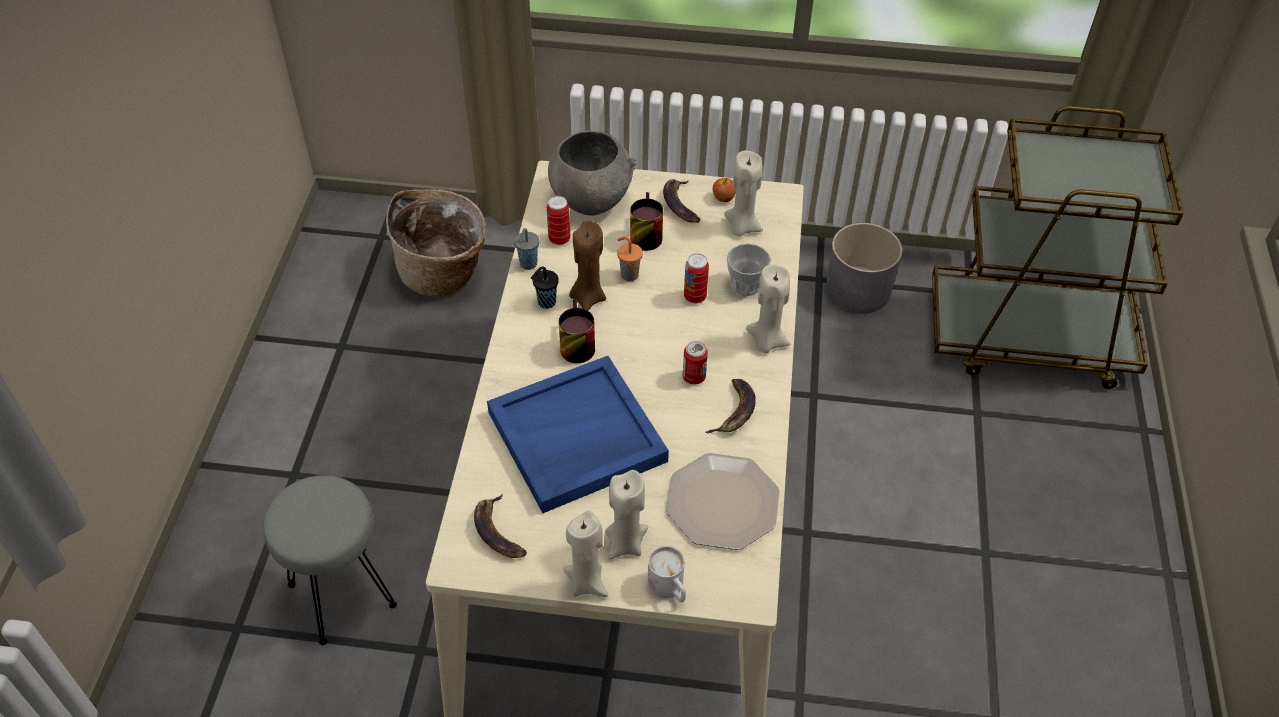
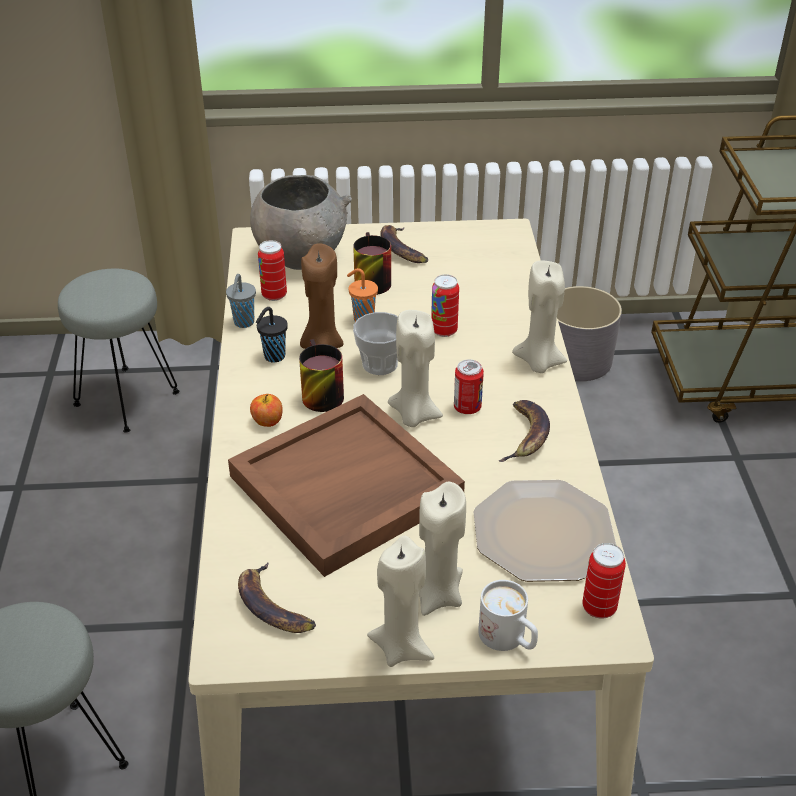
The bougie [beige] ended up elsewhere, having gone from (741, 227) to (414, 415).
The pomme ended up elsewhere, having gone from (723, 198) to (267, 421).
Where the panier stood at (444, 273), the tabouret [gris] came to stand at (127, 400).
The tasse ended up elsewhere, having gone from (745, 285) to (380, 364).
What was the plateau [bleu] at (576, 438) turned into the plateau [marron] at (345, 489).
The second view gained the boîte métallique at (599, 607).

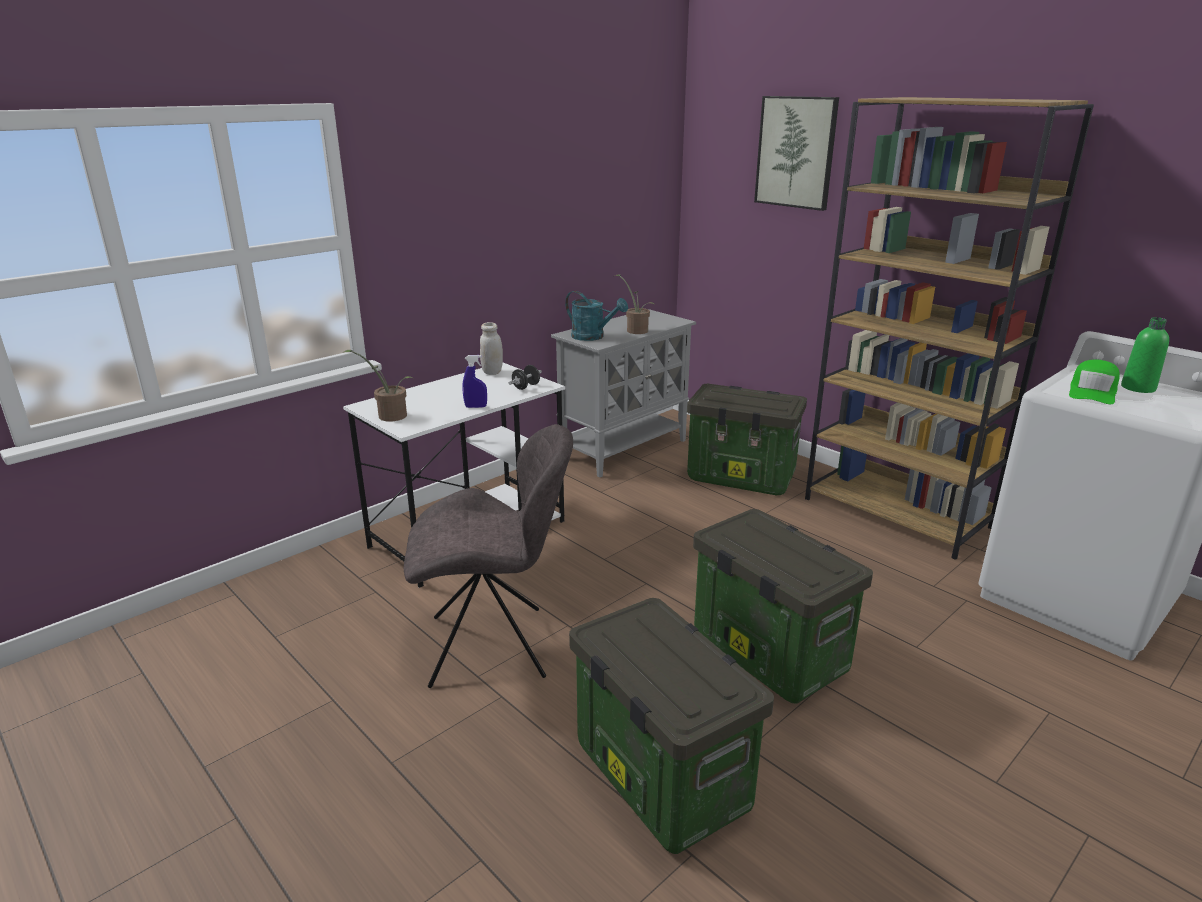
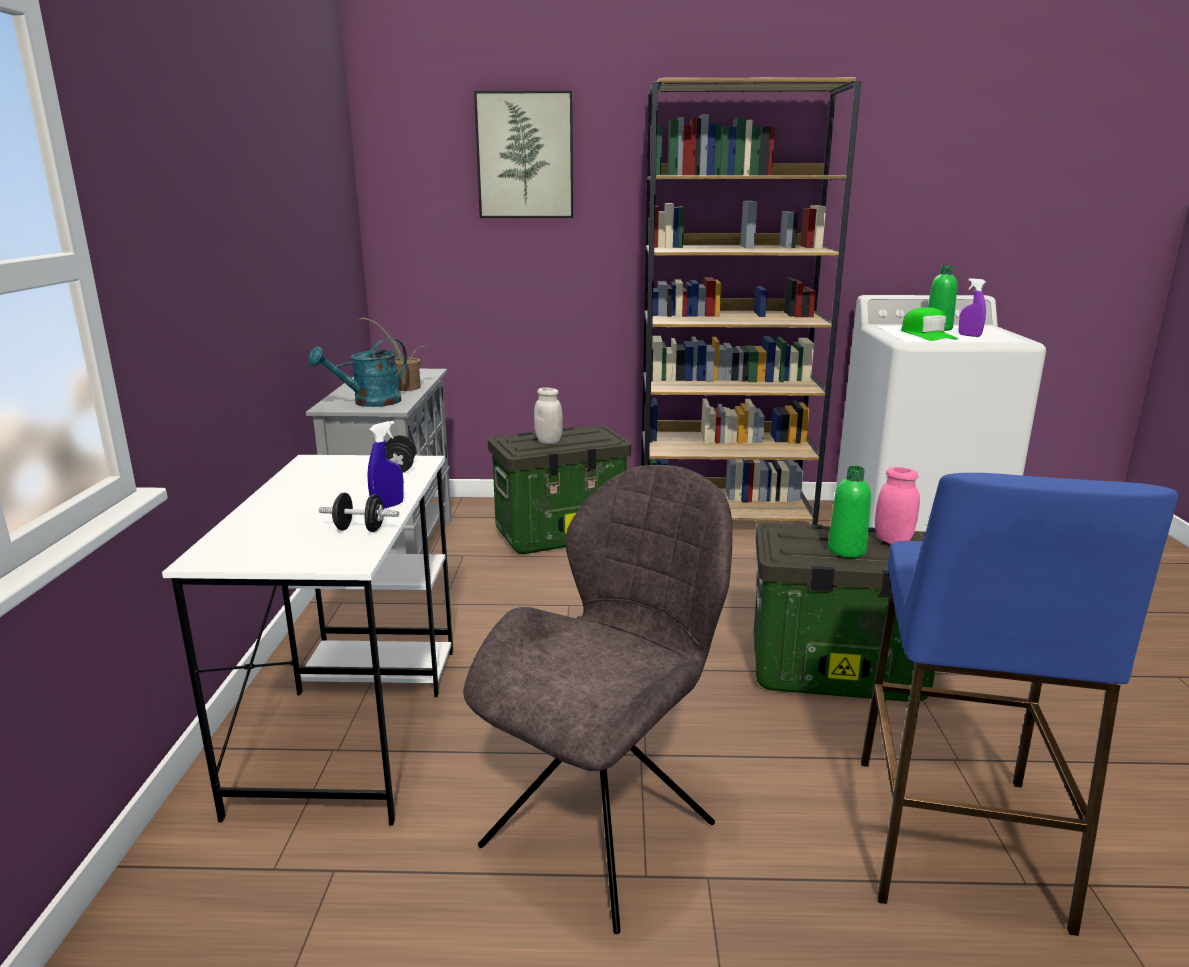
The arrosoir [turquoise] at (593, 337) ended up facing another way, 150 degrees clockwise from before.
The bocal [blanc] ended up elsewhere, having gone from (492, 372) to (548, 441).
The second view lost the plante en pot at (388, 415).
Where the boîte de rangement stood at (658, 776), the tabouret [bleu] came to stand at (955, 839).
The second view gained the vaporisateur [violet] at (969, 335).
The second view gained the bouteille [vert] at (846, 550).
The second view gained the bocal [rose] at (893, 540).
The second view gained the haltère [noir] at (360, 529).

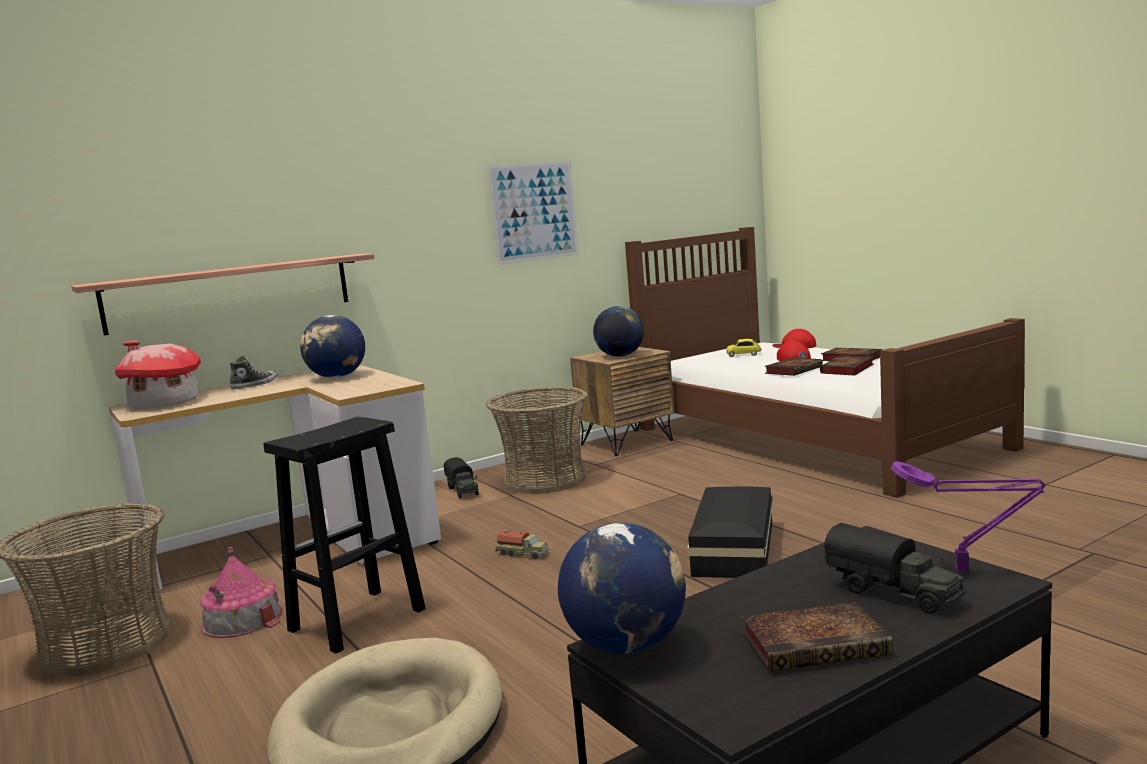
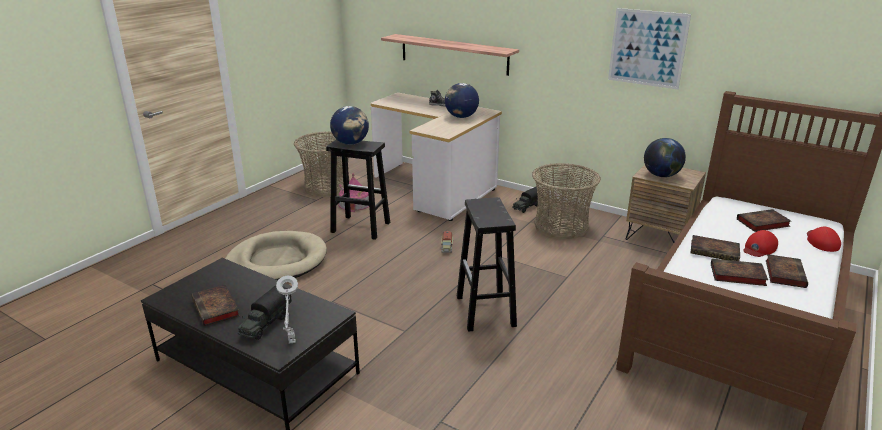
Where the petite voiture stood at (744, 355), the livre came to stand at (762, 223).
The second view lost the maison miniature at (163, 404).
What was the lampe de table [violet] at (966, 571) turned into the lampe de table [gris] at (292, 343).
Where the boîte de rangement [noir] stood at (736, 547), the tabouret [noir] came to stand at (486, 312).
The globe ended up elsewhere, having gone from (626, 645) to (351, 143).

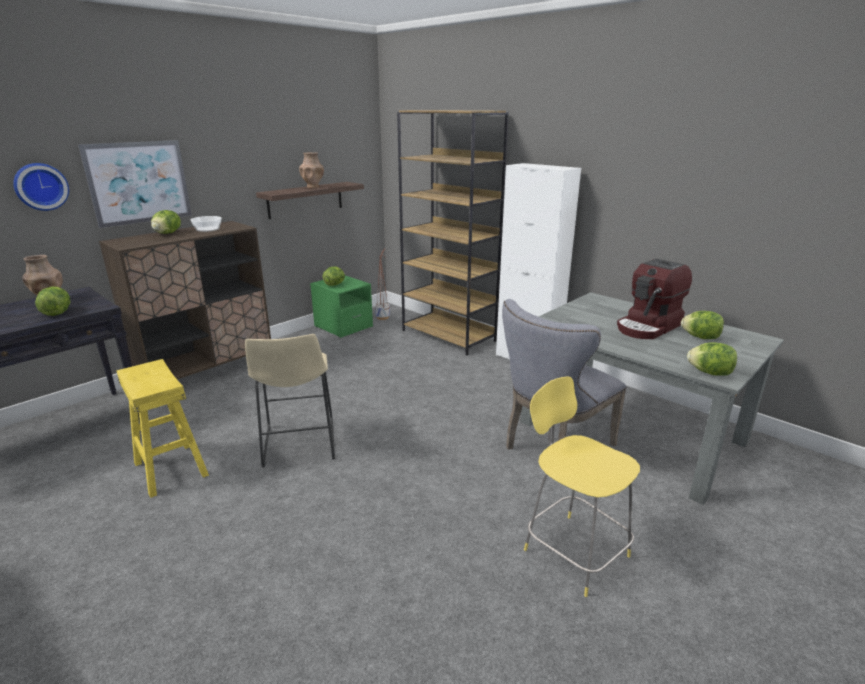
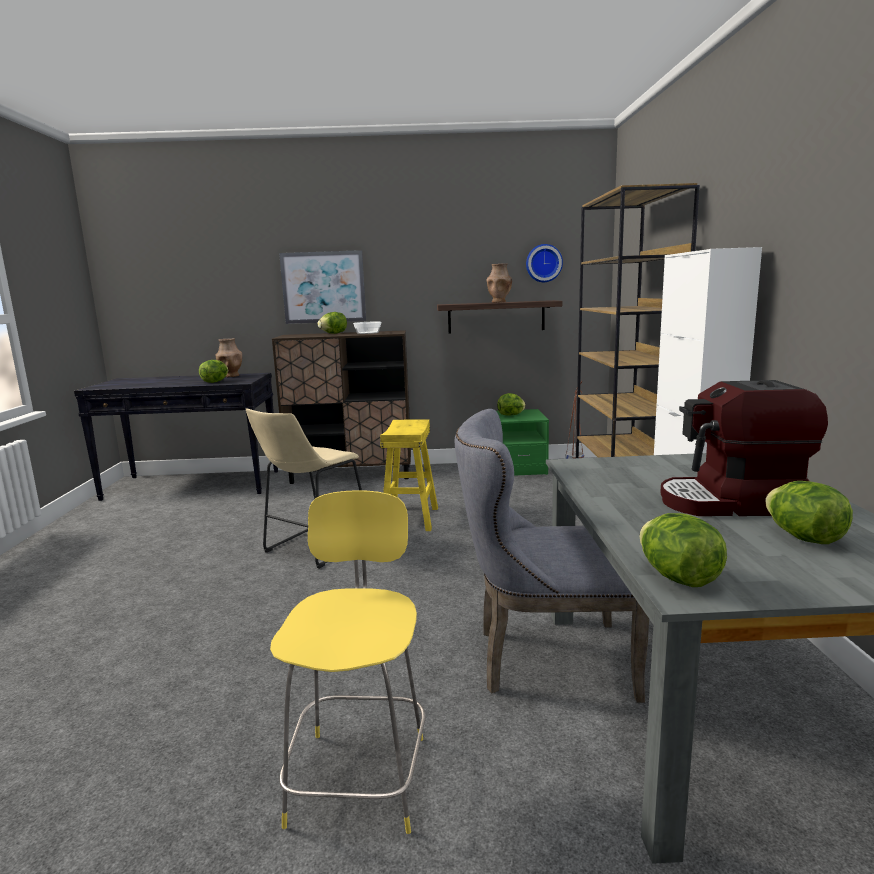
The horloge murale ended up elsewhere, having gone from (40, 186) to (543, 263).
The tabouret [jaune] ended up elsewhere, having gone from (170, 468) to (409, 518).

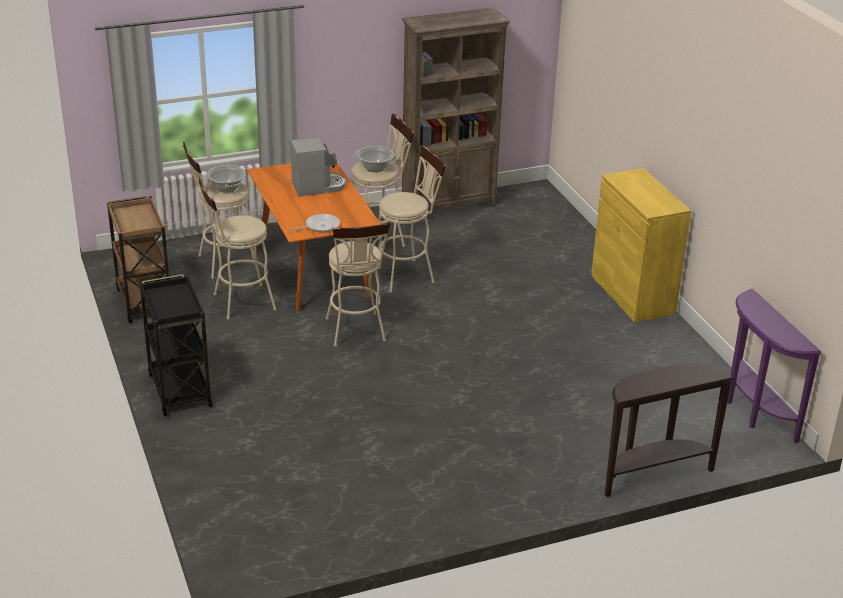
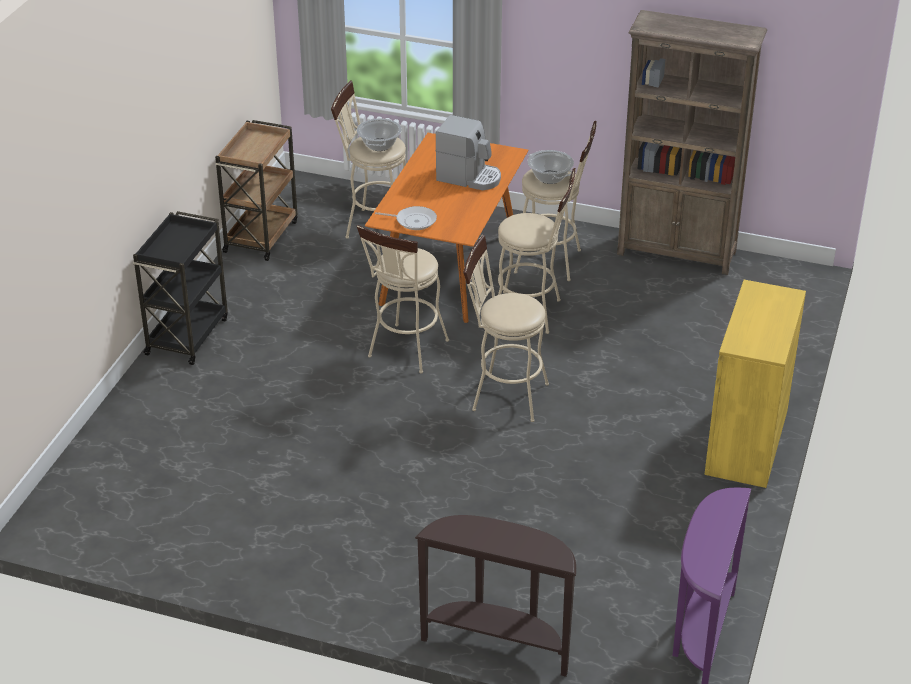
The tabouret [beige] ended up elsewhere, having gone from (239, 303) to (503, 395).

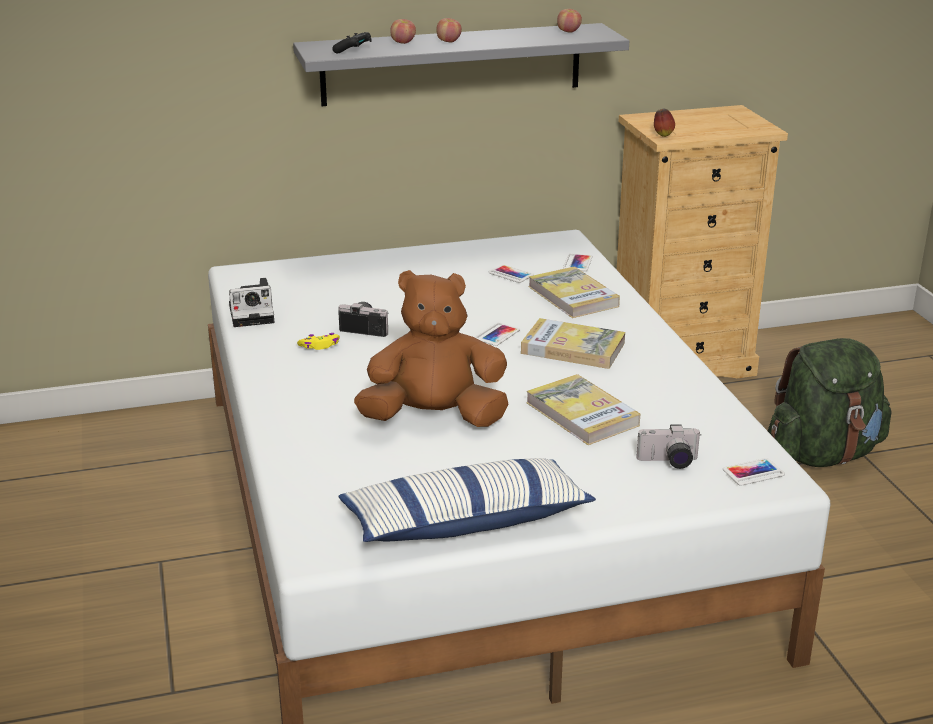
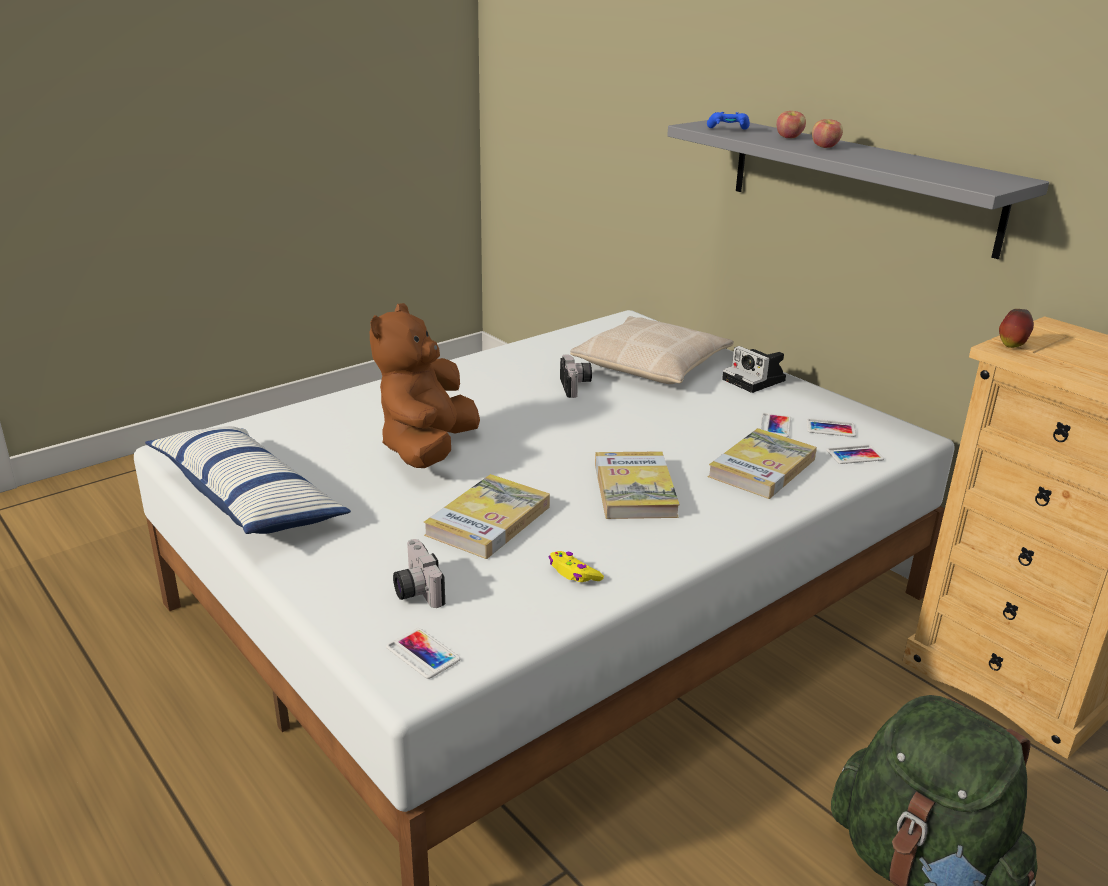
The second view lost the pomme at (569, 31).
What was the manette [noir] at (353, 51) turned into the manette [bleu] at (728, 130).
The peluche [marron] at (434, 418) ended up facing another way, 135 degrees counterclockwise from before.
The appareil photo ended up elsewhere, having gone from (254, 314) to (756, 380).
The téléphone ended up elsewhere, having gone from (497, 334) to (830, 428).
The manette [jaune] ended up elsewhere, having gone from (320, 346) to (573, 573).
The second view gained the coussin [beige] at (652, 365).

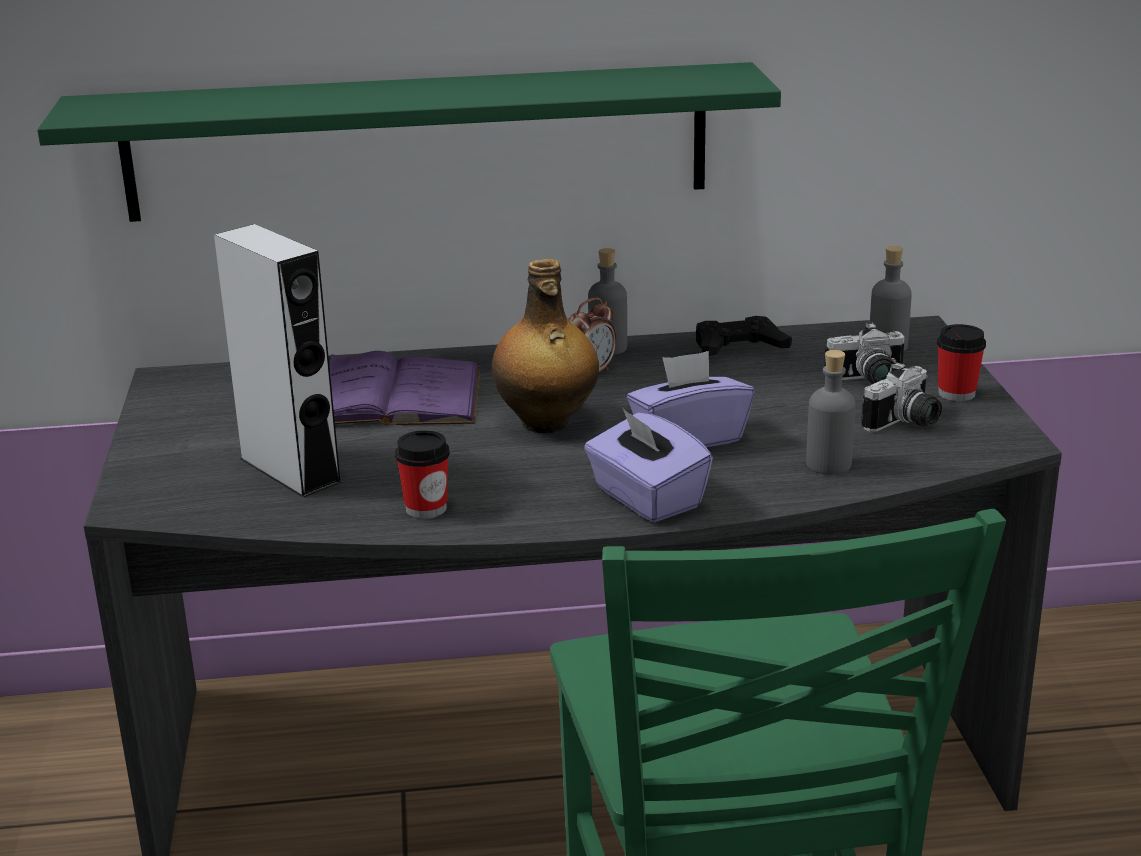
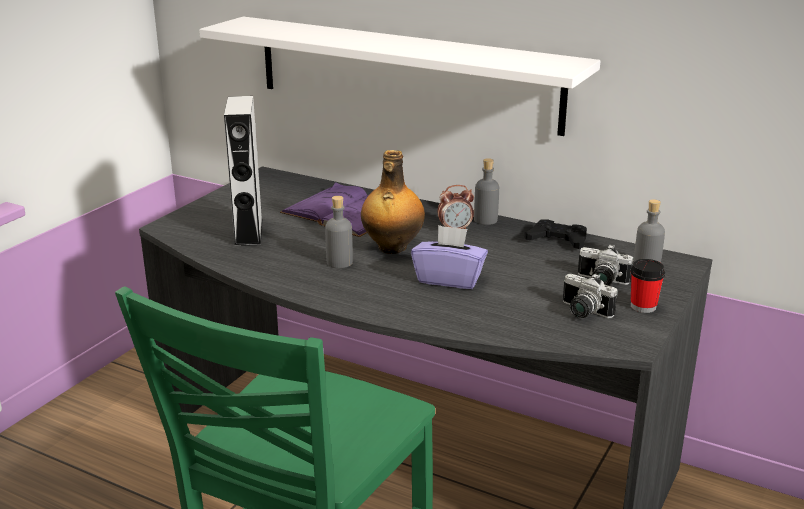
What was the étagère [vert] at (417, 142) turned into the étagère [blanc] at (405, 73).
The bouteille [gris] ended up elsewhere, having gone from (828, 464) to (339, 262).
The appareil photo at (906, 423) ended up facing another way, 45 degrees clockwise from before.
The second view lost the boîte à mouchoirs [violet] at (646, 498).
The second view lost the tasse at (426, 508).

